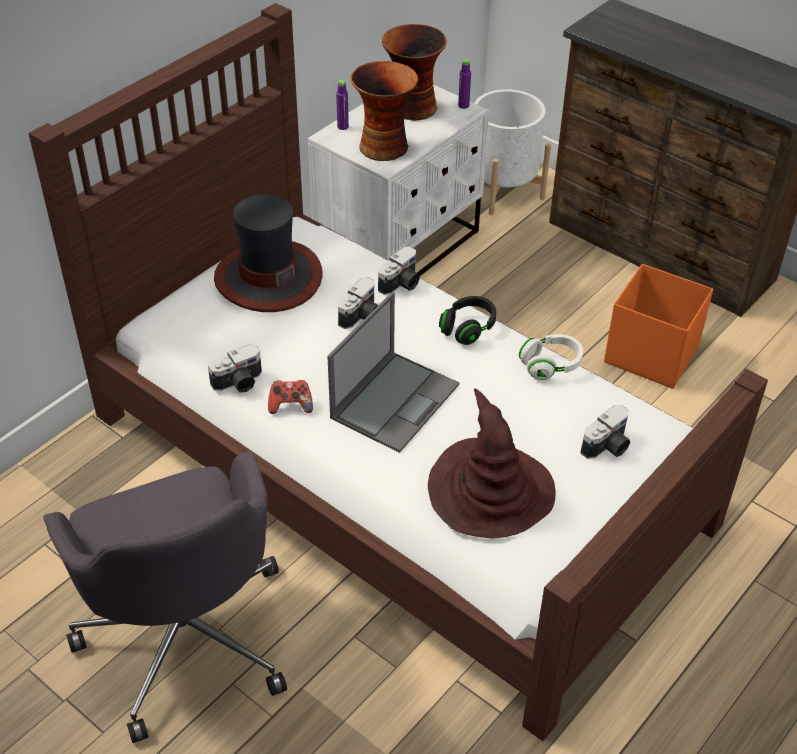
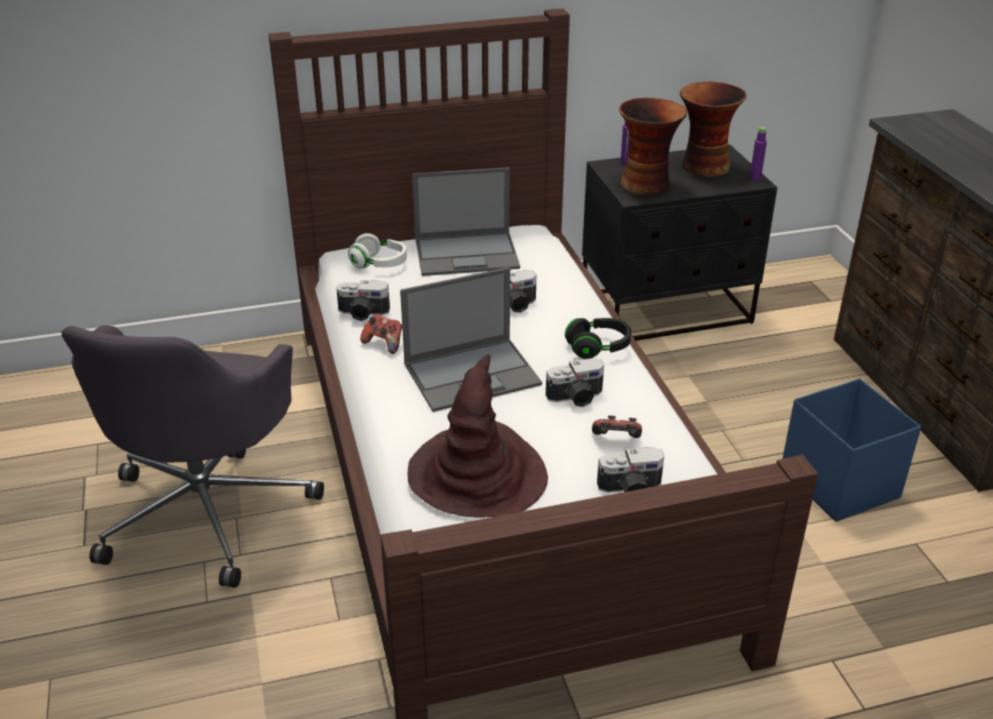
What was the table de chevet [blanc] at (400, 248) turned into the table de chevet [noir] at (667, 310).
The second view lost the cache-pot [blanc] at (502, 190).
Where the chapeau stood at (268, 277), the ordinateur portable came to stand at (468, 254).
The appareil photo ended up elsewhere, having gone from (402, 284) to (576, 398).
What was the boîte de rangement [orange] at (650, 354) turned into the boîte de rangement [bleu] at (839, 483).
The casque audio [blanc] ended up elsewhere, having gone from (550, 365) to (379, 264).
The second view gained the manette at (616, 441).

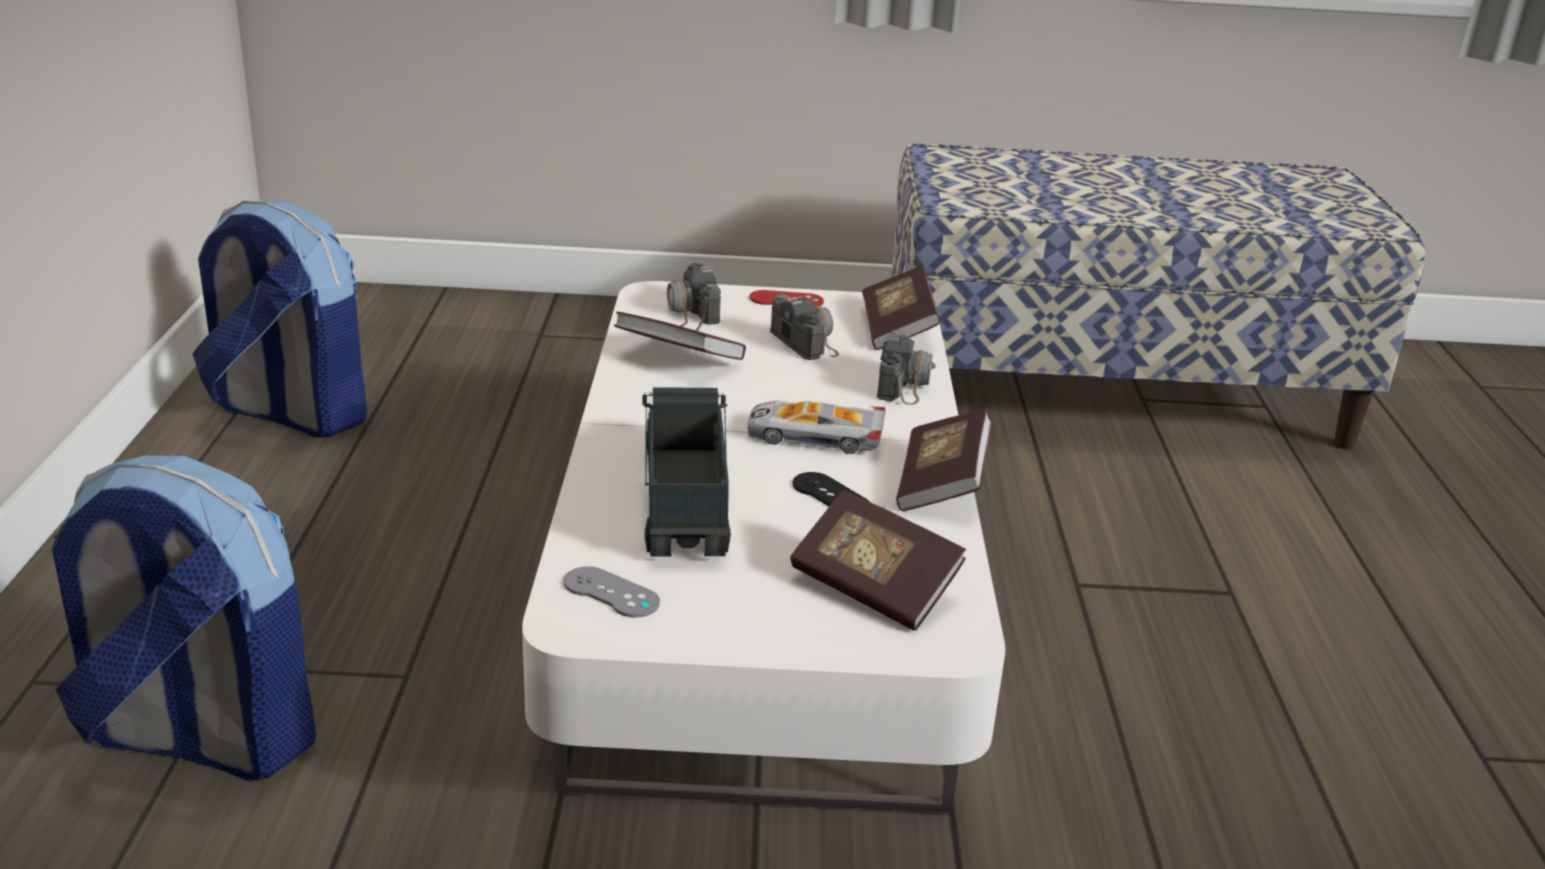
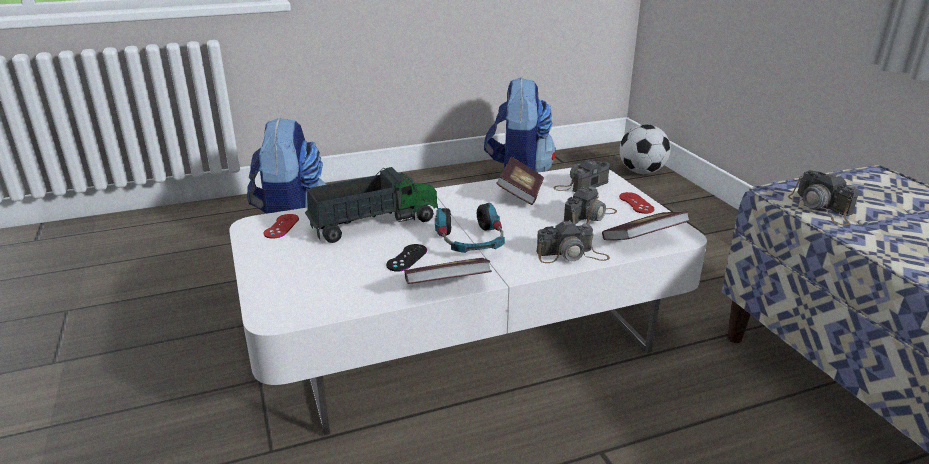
Where the petite voiture stood at (815, 436), the casque audio came to stand at (470, 242).
The second view lost the livre at (874, 587).
What was the manette [gris] at (611, 593) turned into the manette [rouge] at (281, 226).
The second view gained the ballon de foot at (641, 172).
The second view gained the appareil photo at (822, 208).

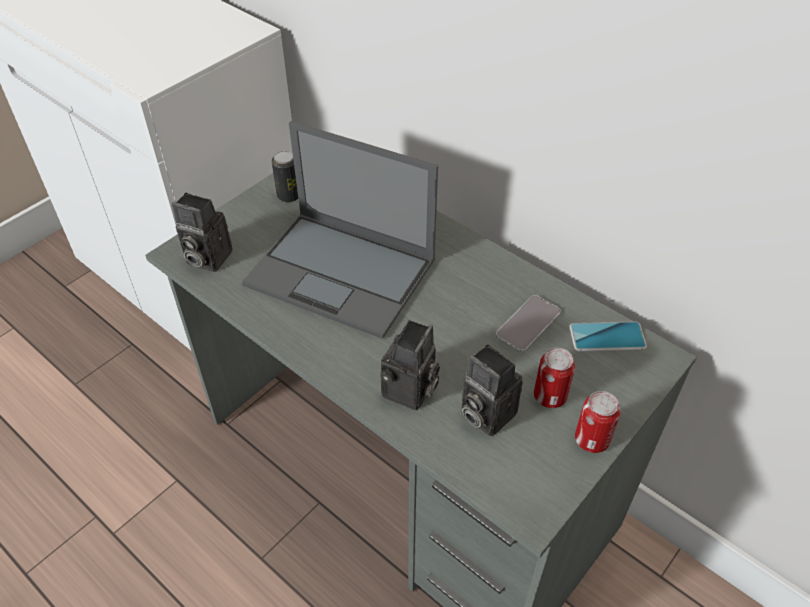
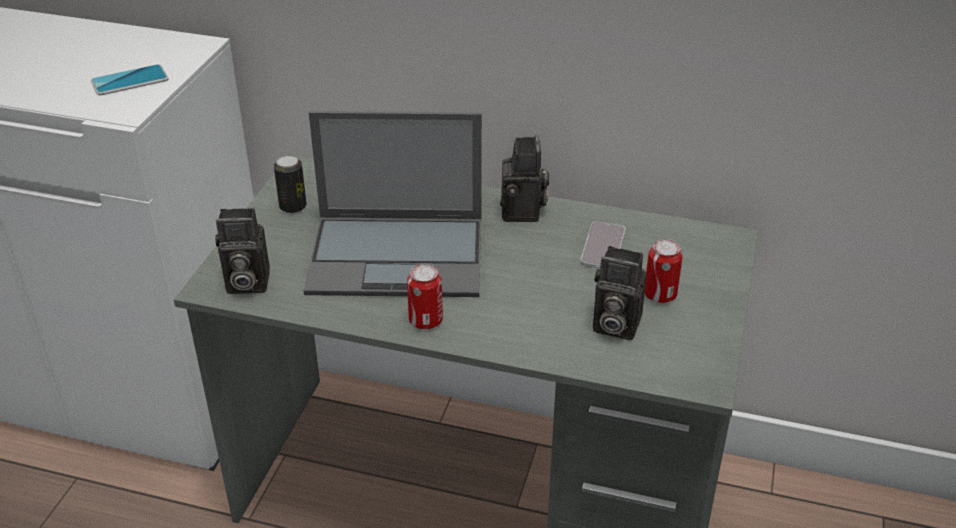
The appareil photo ended up elsewhere, having gone from (410, 392) to (523, 213).
The téléphone ended up elsewhere, having gone from (607, 337) to (130, 81).
The boîte métallique ended up elsewhere, having gone from (591, 439) to (425, 320).

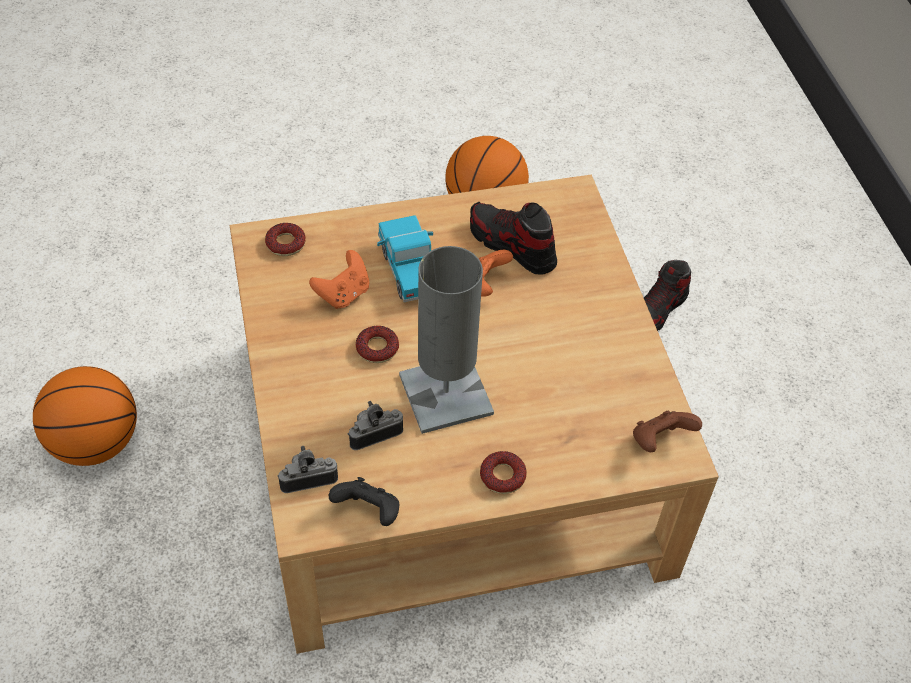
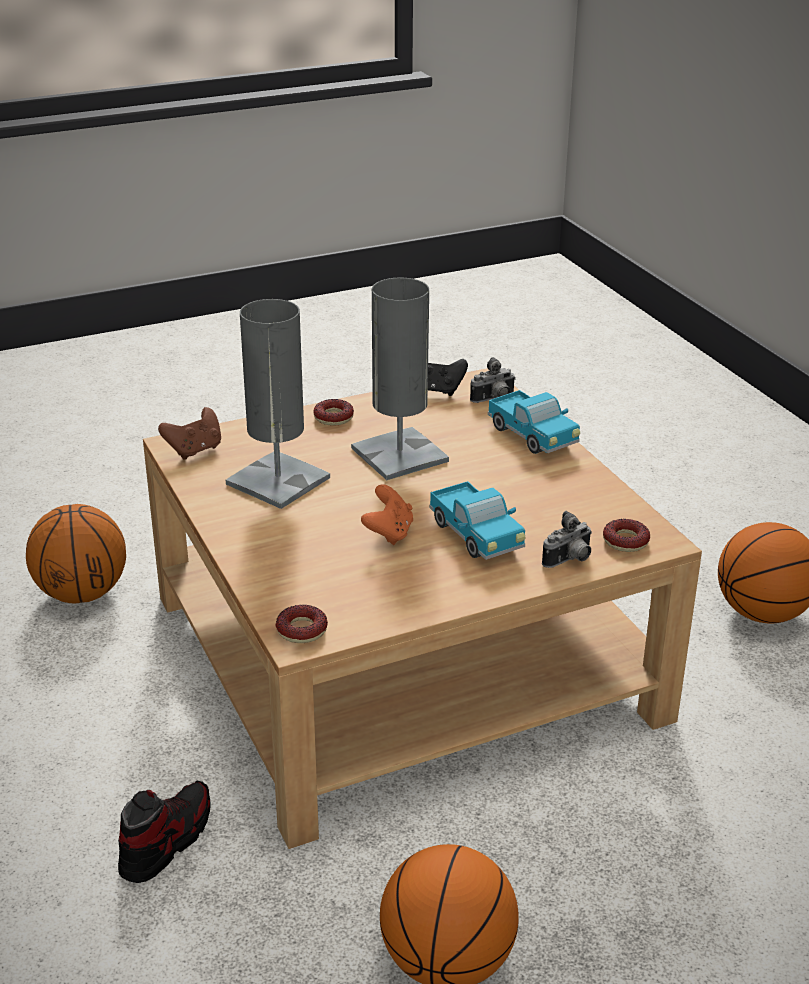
The second view lost the chaussure at (512, 246).
The second view lost the manette [orange] at (343, 294).
The beignet ended up elsewhere, having gone from (377, 348) to (301, 630).
The appareil photo ended up elsewhere, having gone from (374, 433) to (569, 560).
The second view gained the lampe de table [gris] at (278, 481).
The second view gained the camion jouet at (532, 437).
The second view gained the ballon de basket at (81, 594).

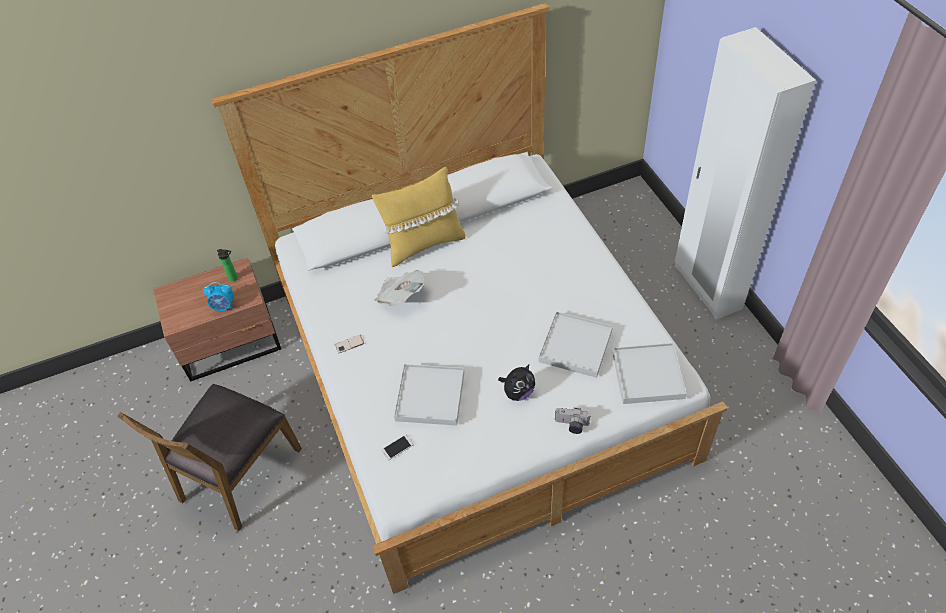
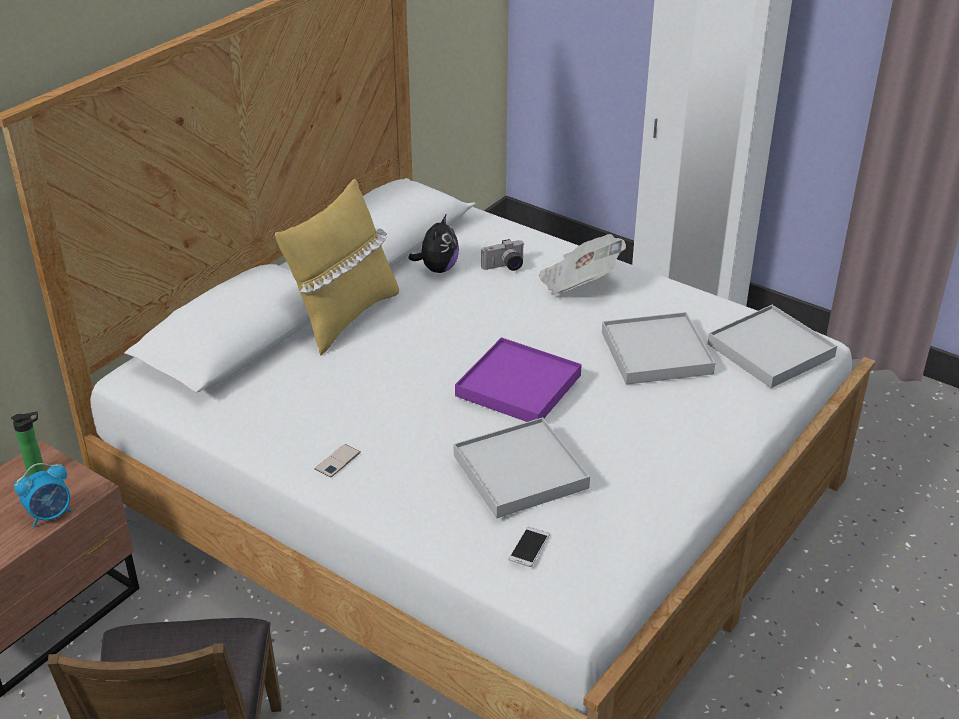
The journal ended up elsewhere, having gone from (401, 296) to (579, 283).
The peluche ended up elsewhere, having gone from (518, 392) to (437, 269).
The appareil photo ended up elsewhere, having gone from (571, 425) to (505, 267).
The second view gained the plateau [violet] at (518, 386).

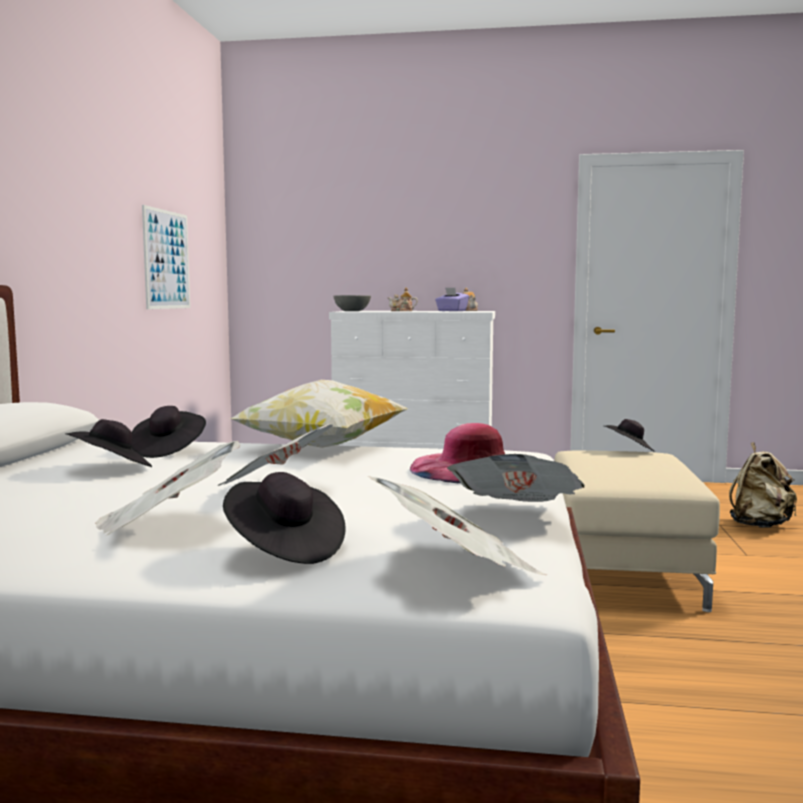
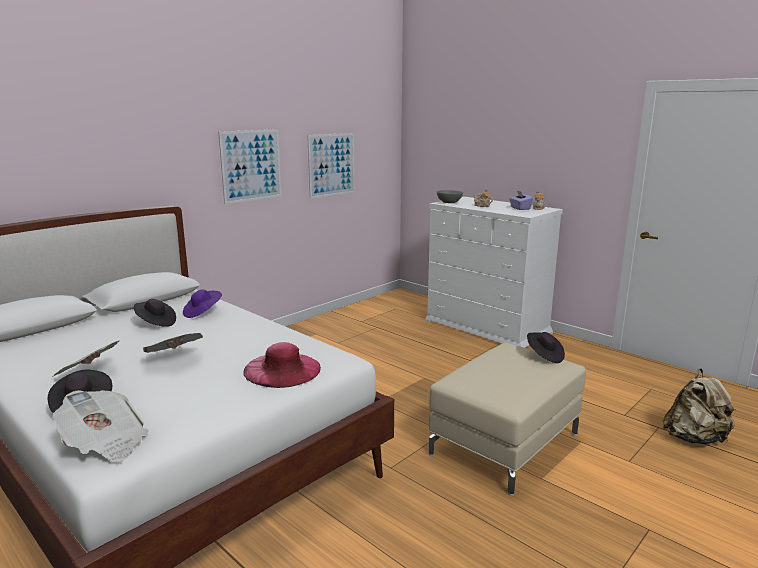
The second view lost the coussin at (322, 447).
What was the chapeau [noir] at (168, 451) turned into the chapeau [violet] at (202, 313).
The second view lost the journal at (516, 517).
The second view gained the tableau at (251, 165).

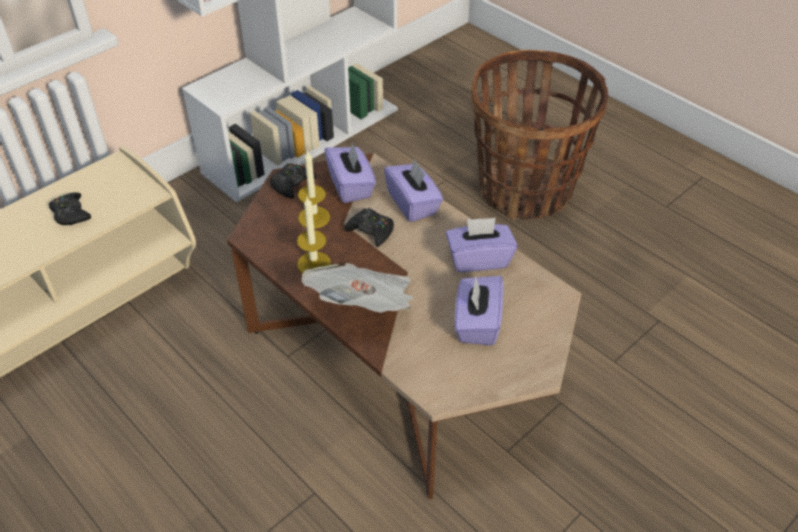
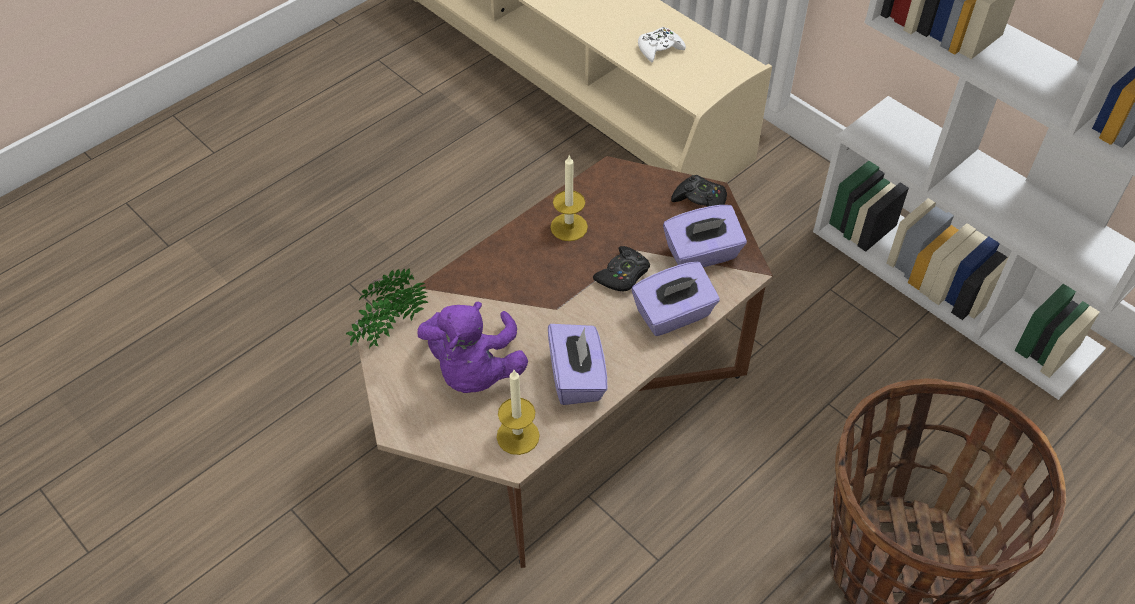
The bougie ended up elsewhere, having gone from (314, 217) to (518, 436).
What was the manette [noir] at (71, 214) turned into the manette [blanc] at (659, 49).
The second view lost the journal at (364, 306).
Where the boîte à mouchoirs [violet] stood at (477, 323), the peluche [violet] came to stand at (474, 371).
The second view gained the plante en pot at (388, 331).

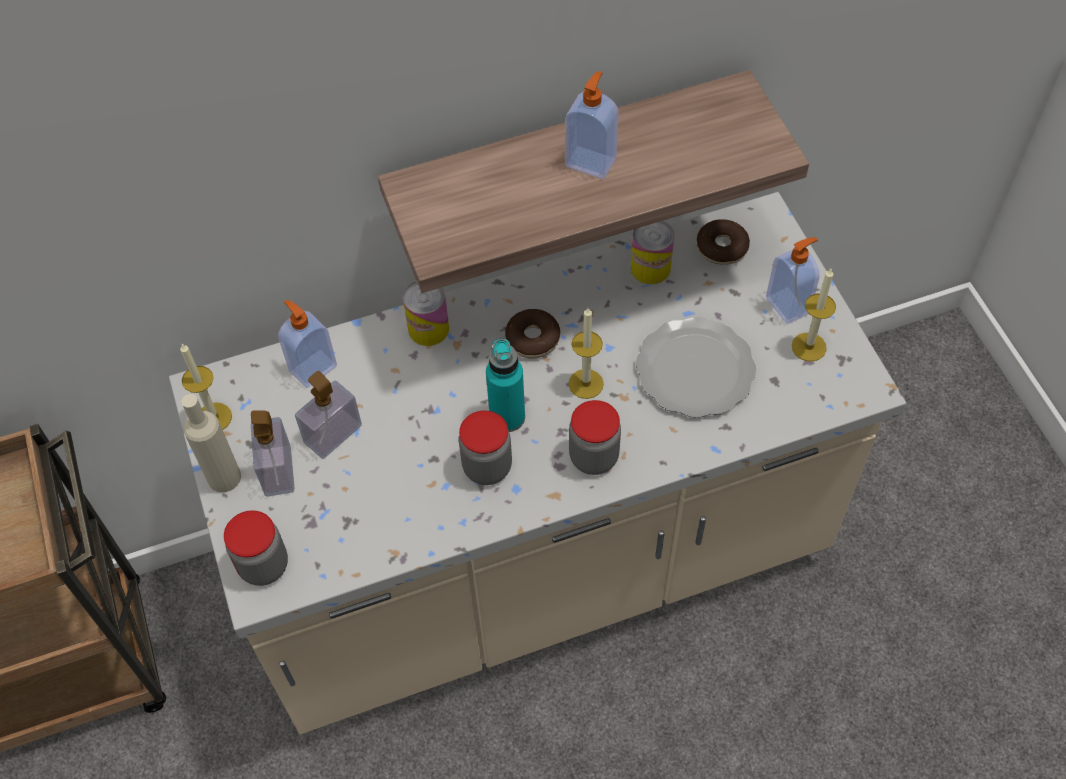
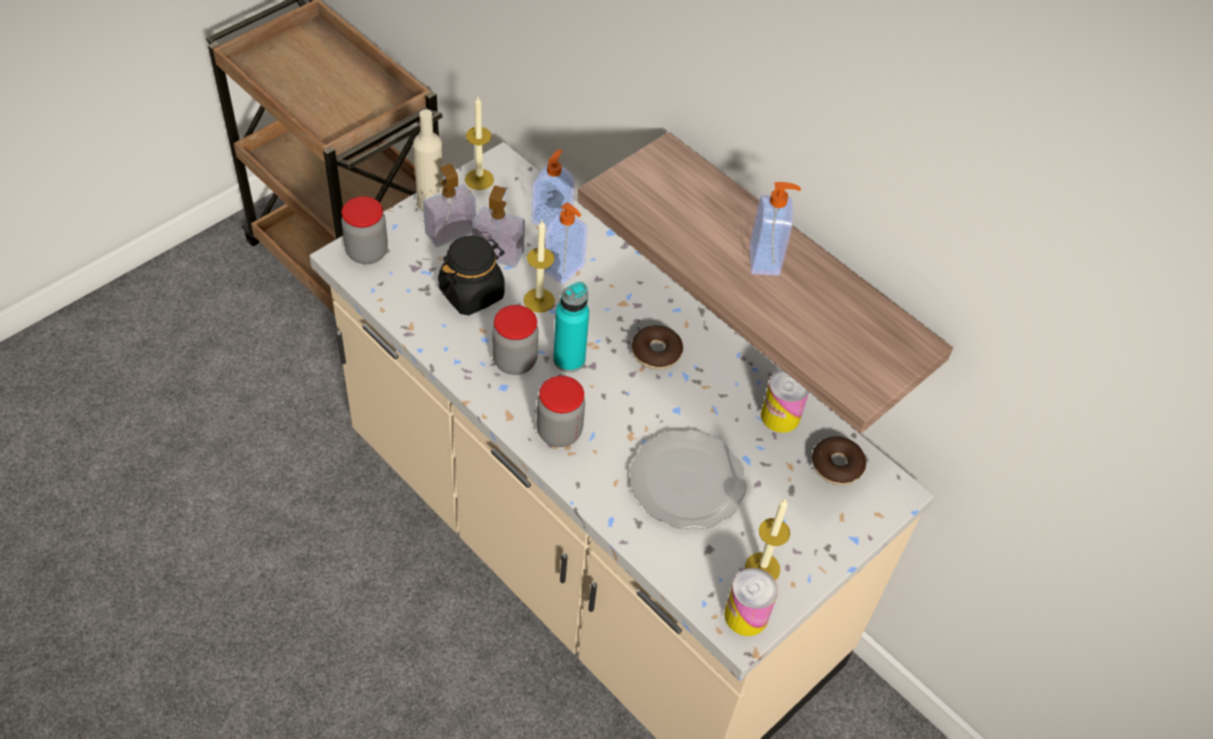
The distributeur de savon ended up elsewhere, having gone from (788, 305) to (565, 270).
The boîte métallique ended up elsewhere, having gone from (428, 329) to (746, 615).
The bougie ended up elsewhere, having gone from (586, 384) to (539, 300).
The second view gained the bocal [noir] at (472, 293).

